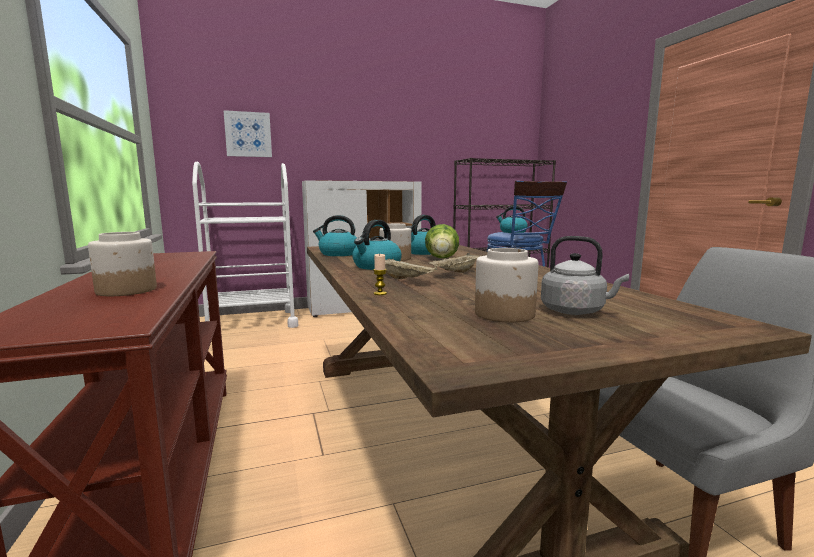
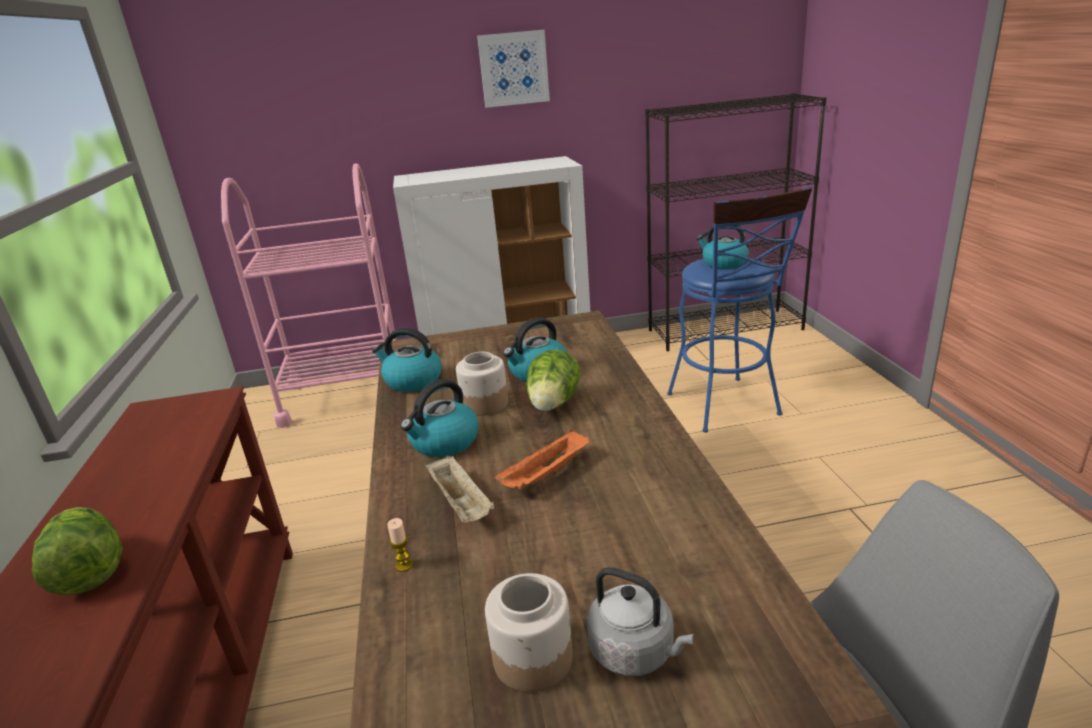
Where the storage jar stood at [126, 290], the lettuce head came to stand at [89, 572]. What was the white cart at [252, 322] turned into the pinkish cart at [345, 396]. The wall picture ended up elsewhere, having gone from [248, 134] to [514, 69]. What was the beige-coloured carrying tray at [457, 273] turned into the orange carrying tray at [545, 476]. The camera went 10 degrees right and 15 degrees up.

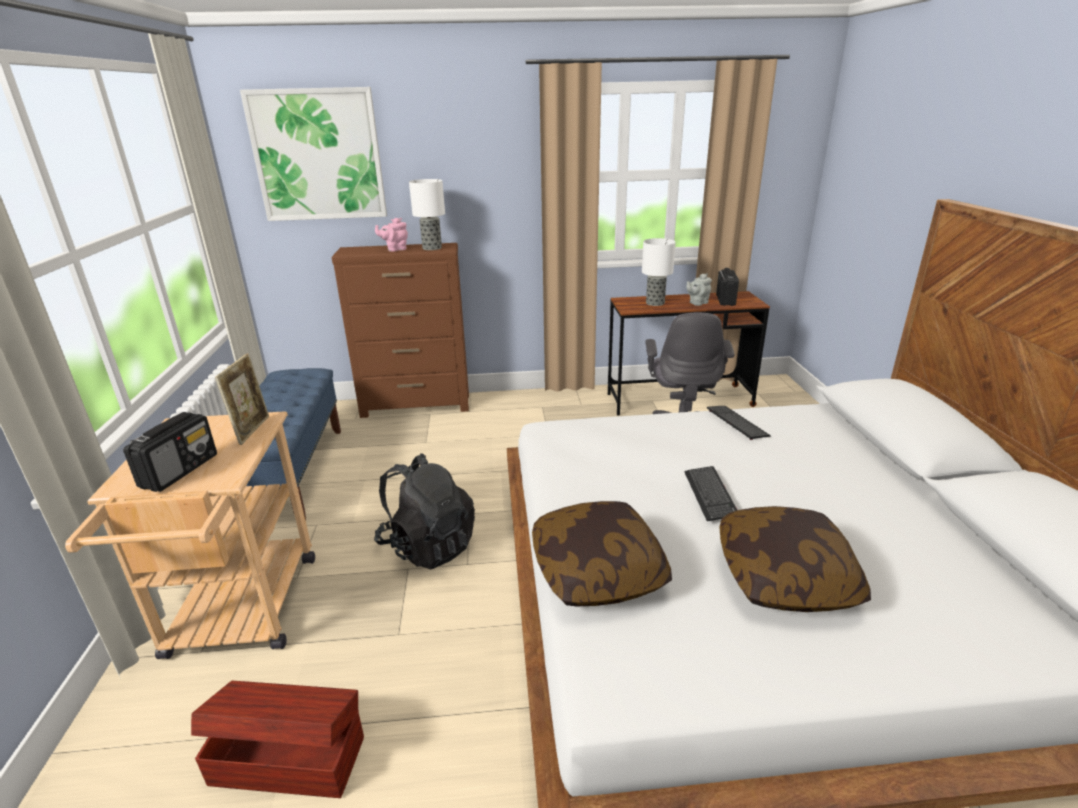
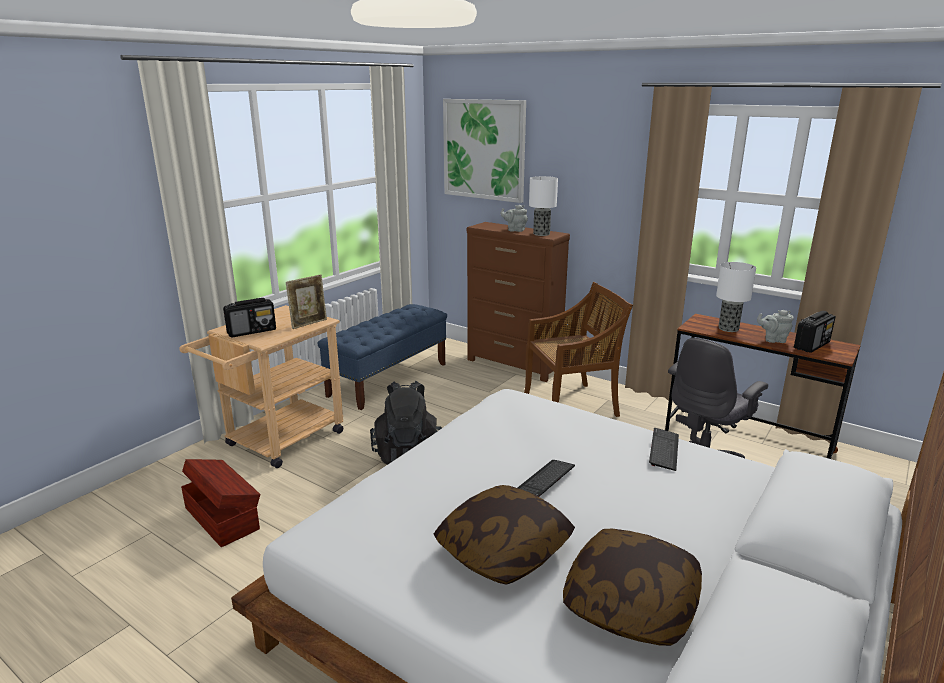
What was the pinkish teapot at [395, 249] turned into the grey teapot at [515, 230]. The second view gained the brownish upright chair at [572, 404]. The throw pillow ended up elsewhere, having gone from [598, 571] to [631, 603]. The camera went 40 degrees right and 5 degrees down.

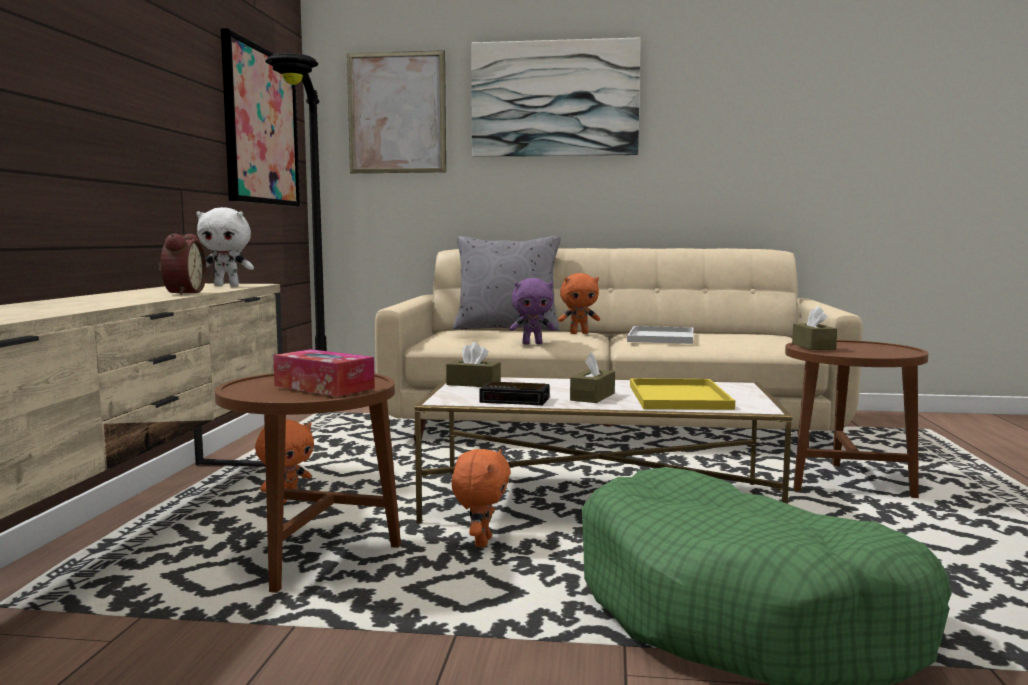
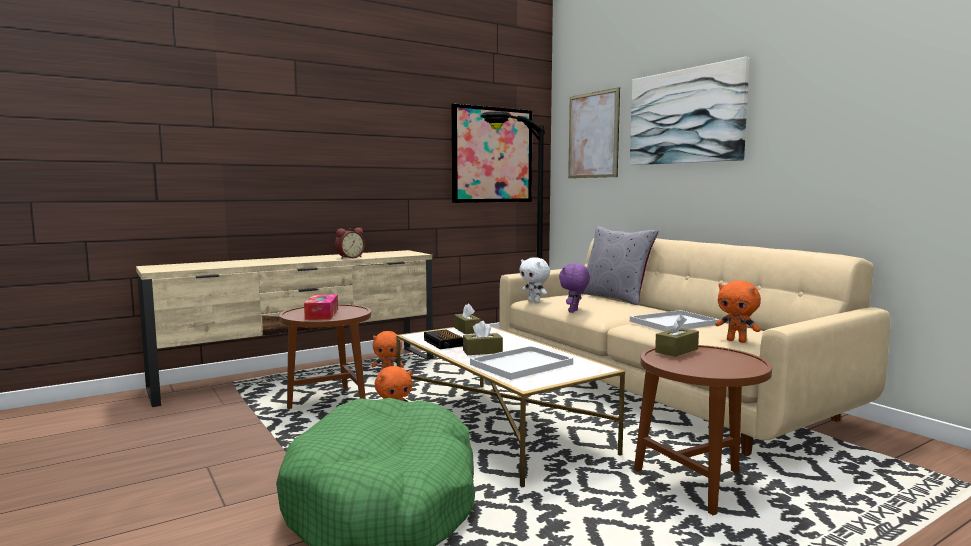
What was the yellow-coloured carrying tray at [680, 397] turned into the white carrying tray at [521, 365]. The white cuddly toy ended up elsewhere, having gone from [227, 285] to [534, 301]. The purple cuddly toy at [532, 343] ended up facing another way, 75 degrees clockwise from before. The orange cuddly toy ended up elsewhere, having gone from [579, 333] to [737, 341]. The camera went 50 degrees right and 0 degrees up.

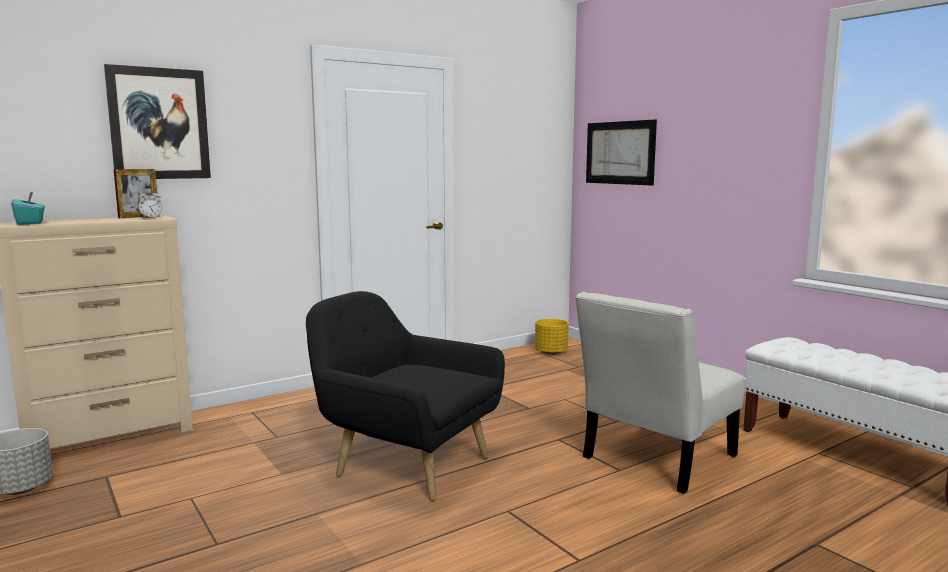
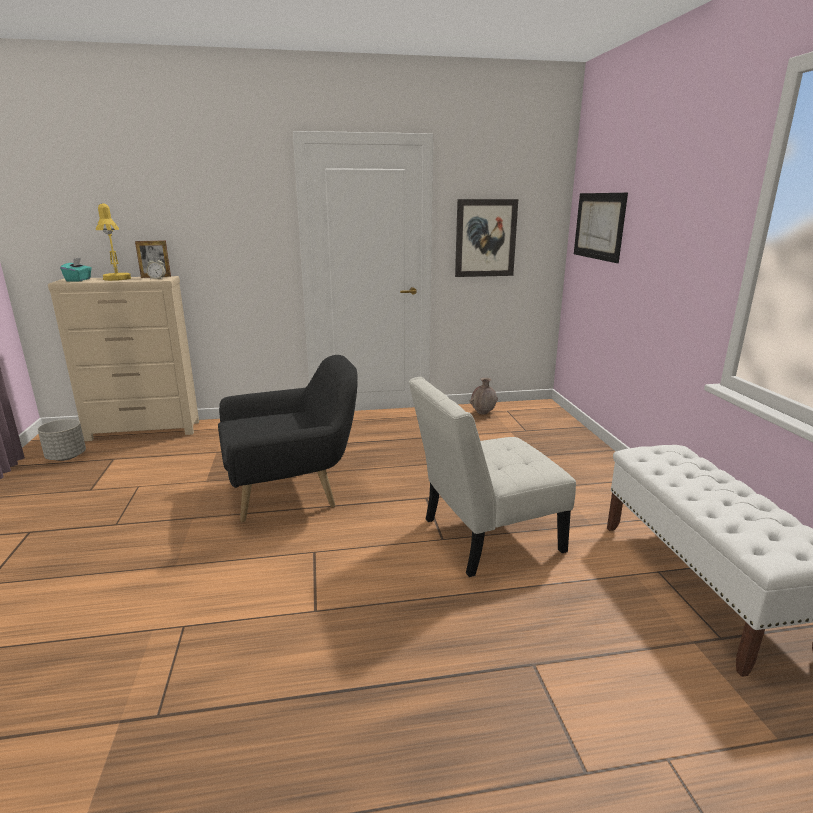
The second view gained the yellow-coloured lamp for a table at [117, 279]. The black-coloured armchair at [406, 463] ended up facing another way, 105 degrees clockwise from before. The wall picture ended up elsewhere, having gone from [159, 124] to [485, 238]. The second view gained the brownish decorative vase at [483, 413]. The second view lost the yellow-coloured planter at [551, 352]. The camera went 25 degrees right and 10 degrees up.

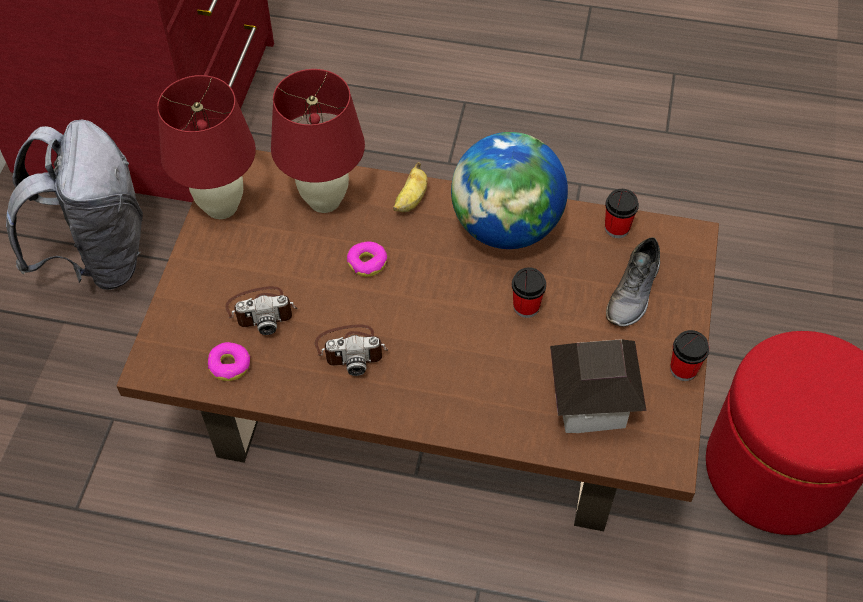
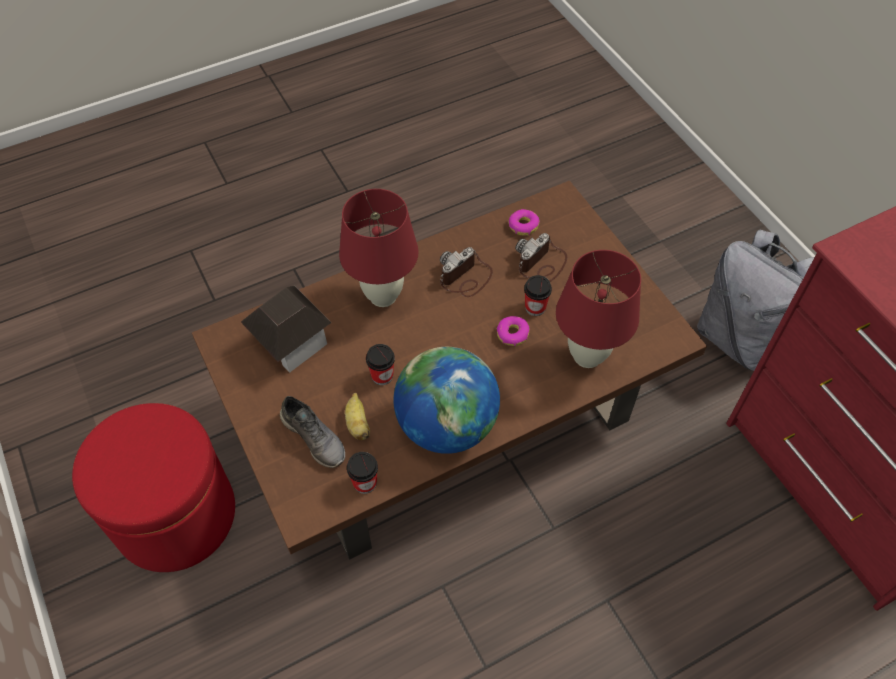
The grey item of footwear at [634, 293] ended up facing another way, 150 degrees clockwise from before. The red-coloured lamp for a table ended up elsewhere, having gone from [221, 207] to [383, 296]. The banana ended up elsewhere, having gone from [411, 200] to [357, 424]. The cup ended up elsewhere, having gone from [683, 369] to [535, 307]. The camera went 140 degrees right and 0 degrees up.

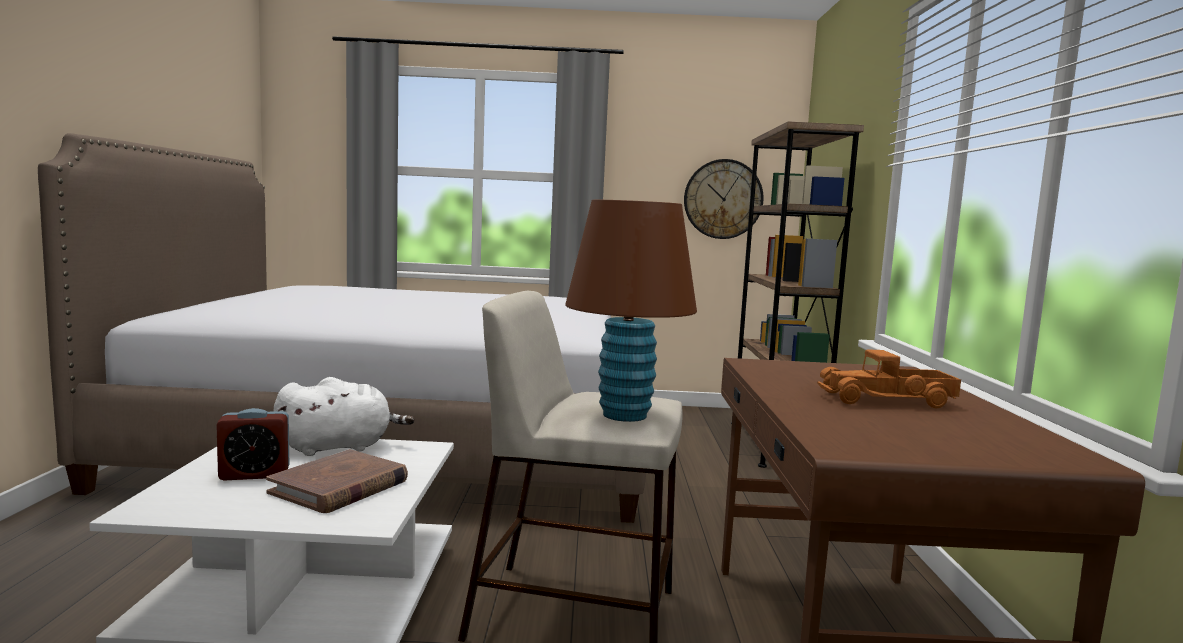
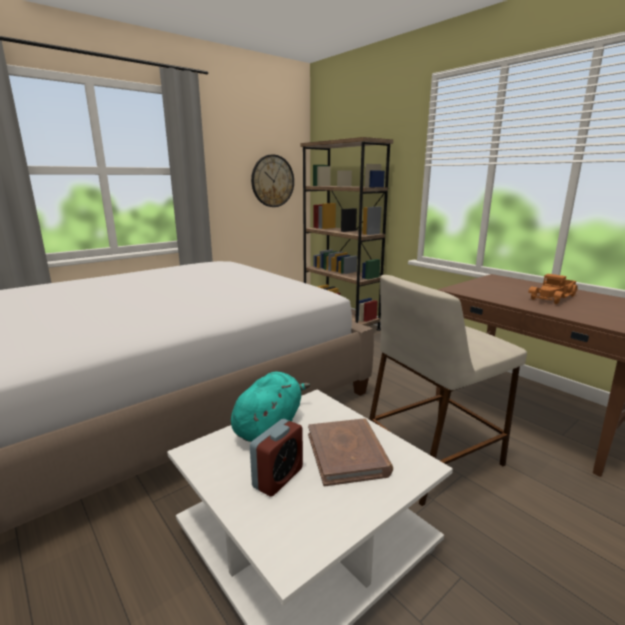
What was the white cuddly toy at [340, 447] turned into the blue-green cuddly toy at [269, 425]. The second view lost the brownish lamp for a table at [624, 415]. The camera went 40 degrees left and 10 degrees up.

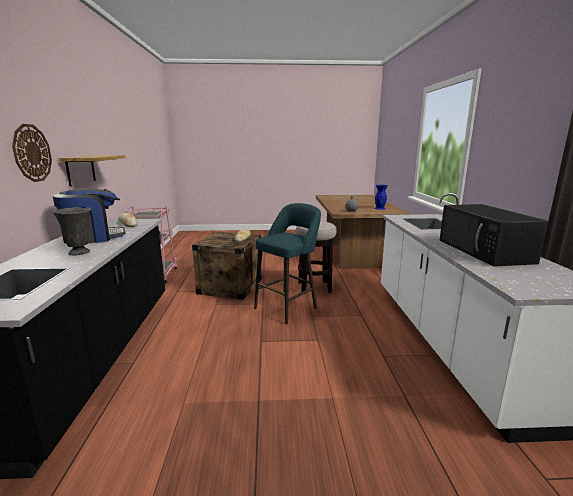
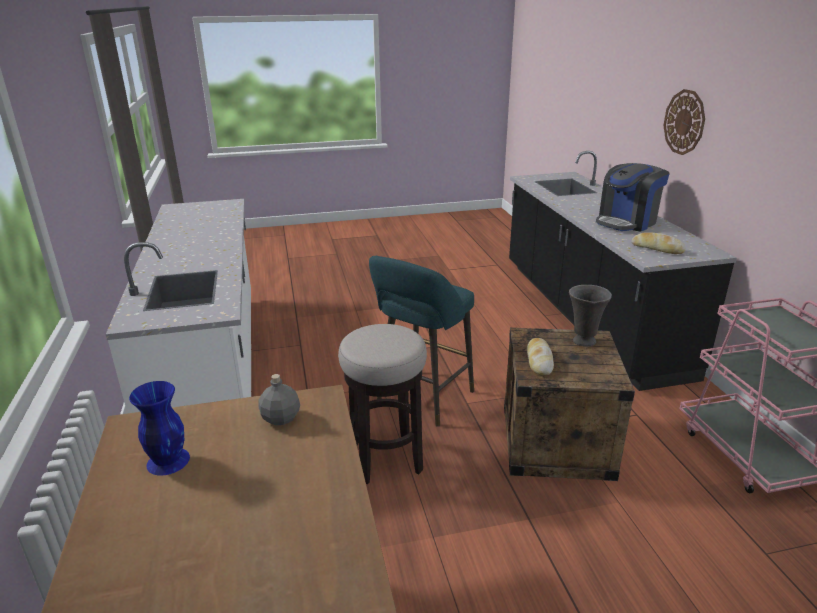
The grey decorative vase ended up elsewhere, having gone from [80, 253] to [583, 341]. The second view lost the bracket shelf at [80, 170]. The second view lost the black-coloured kitchen microwave at [485, 251]. The camera went 170 degrees right and 10 degrees up.

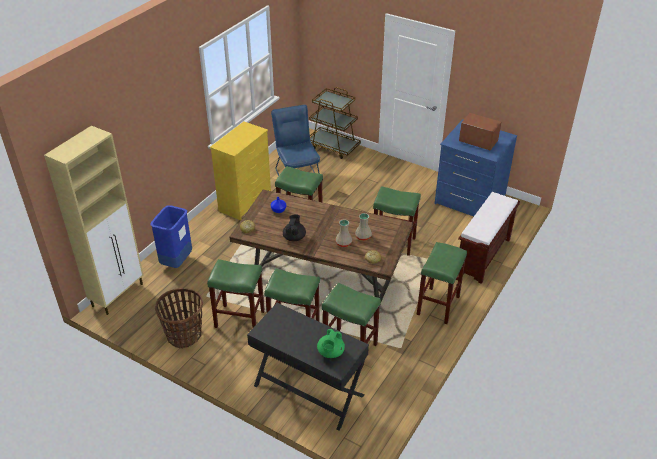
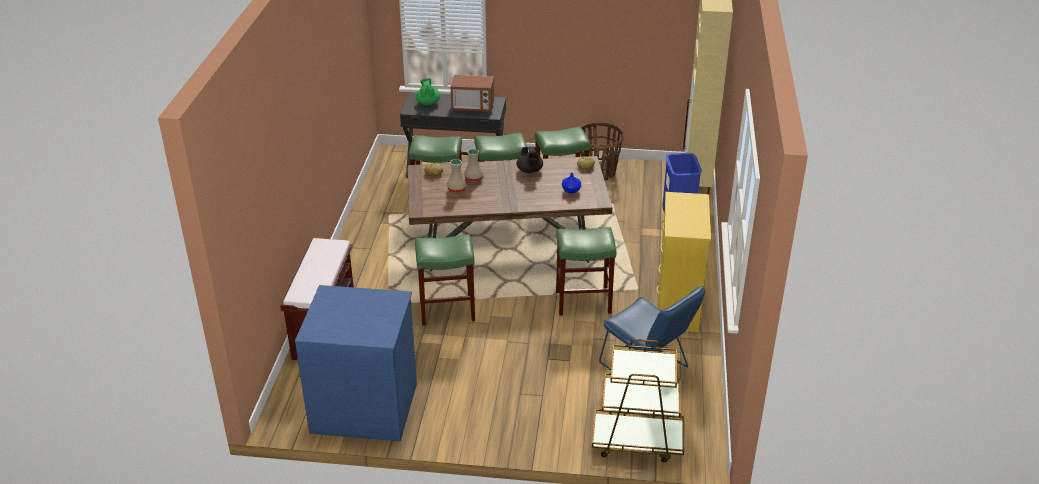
The kitchen microwave ended up elsewhere, having gone from [478, 142] to [473, 107]. The second view lost the green-coloured stool seat at [438, 306]. The camera went 155 degrees right and 5 degrees down.

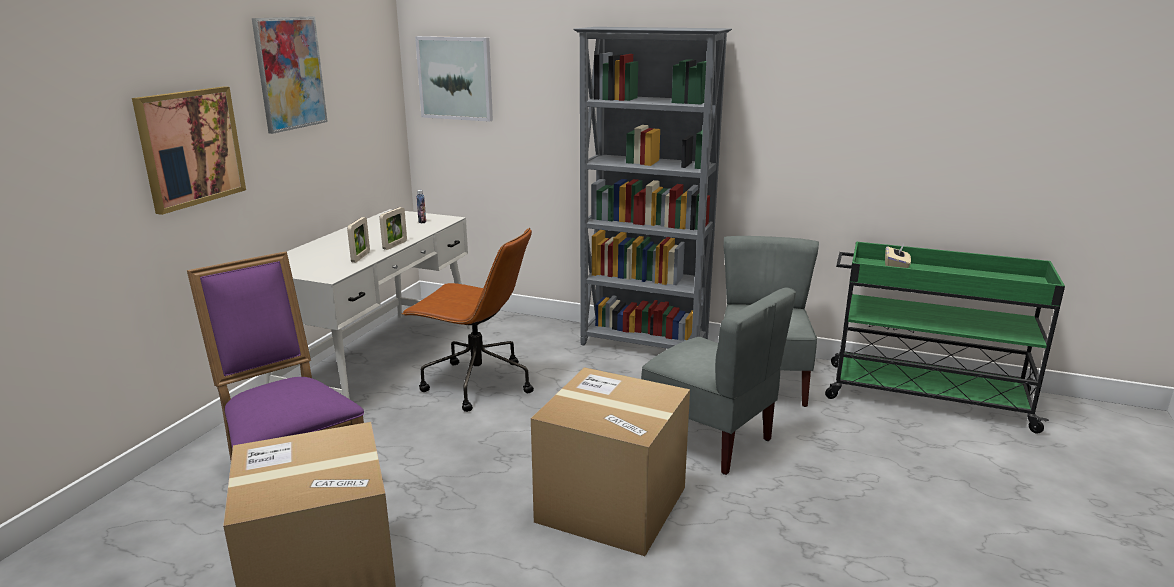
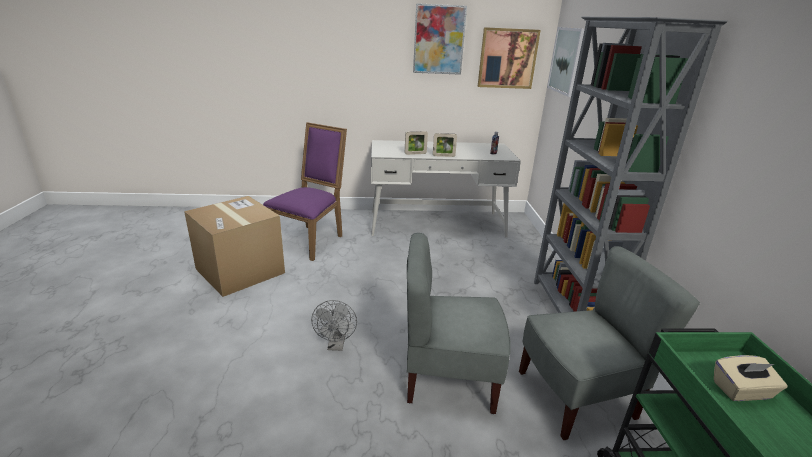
Where the cardboard box stood at [611, 504], the grey fan came to stand at [336, 345]. The grey upright chair at [709, 440] ended up facing another way, 75 degrees clockwise from before. The wall picture ended up elsewhere, having gone from [190, 147] to [507, 58]. The second view lost the brownish office chair at [476, 384]. The camera went 65 degrees right and 5 degrees up.

